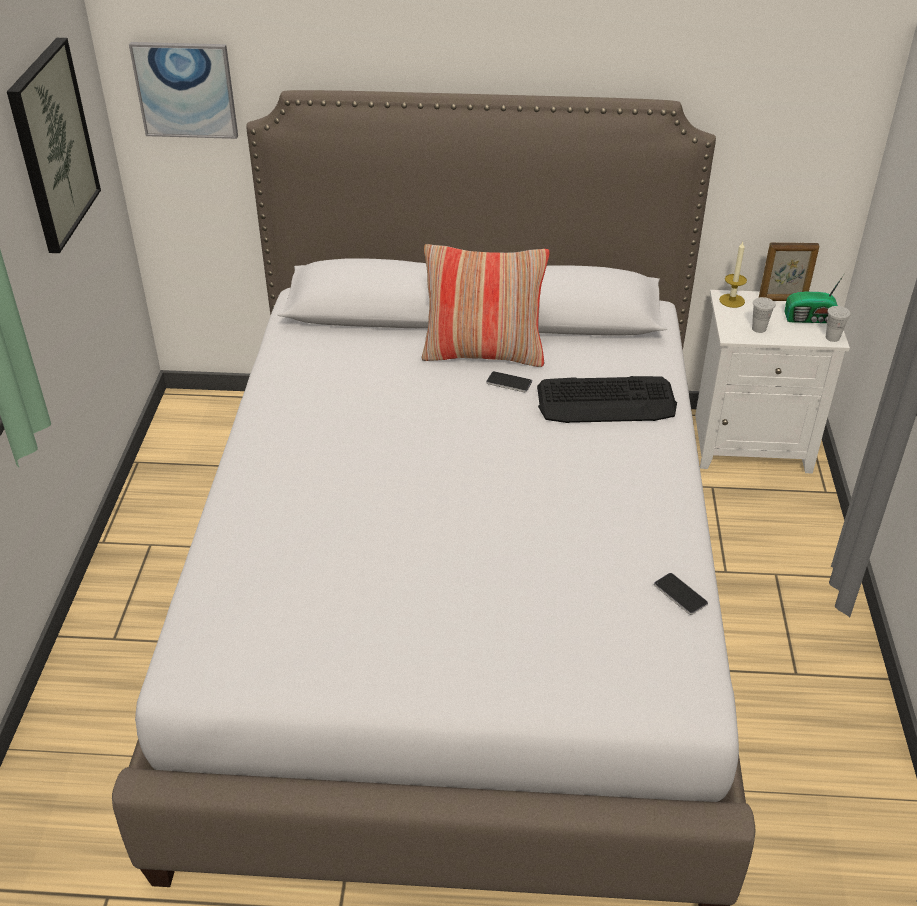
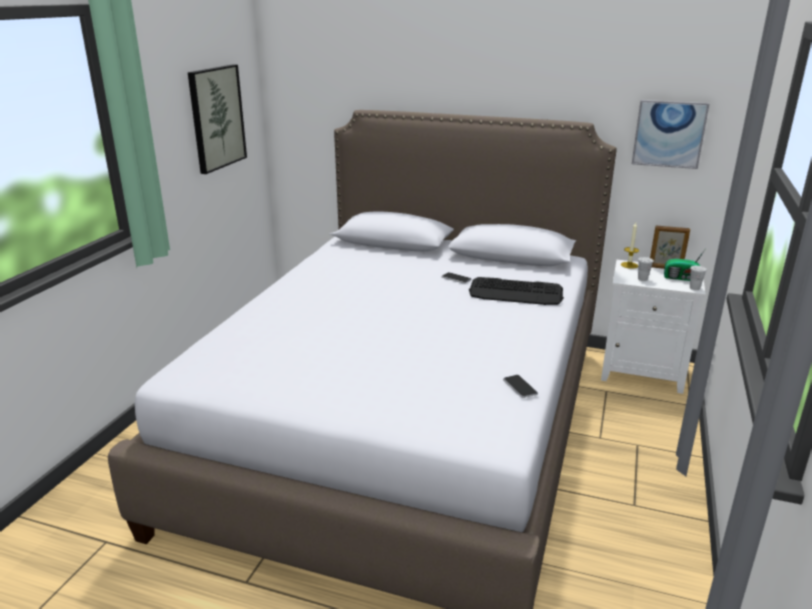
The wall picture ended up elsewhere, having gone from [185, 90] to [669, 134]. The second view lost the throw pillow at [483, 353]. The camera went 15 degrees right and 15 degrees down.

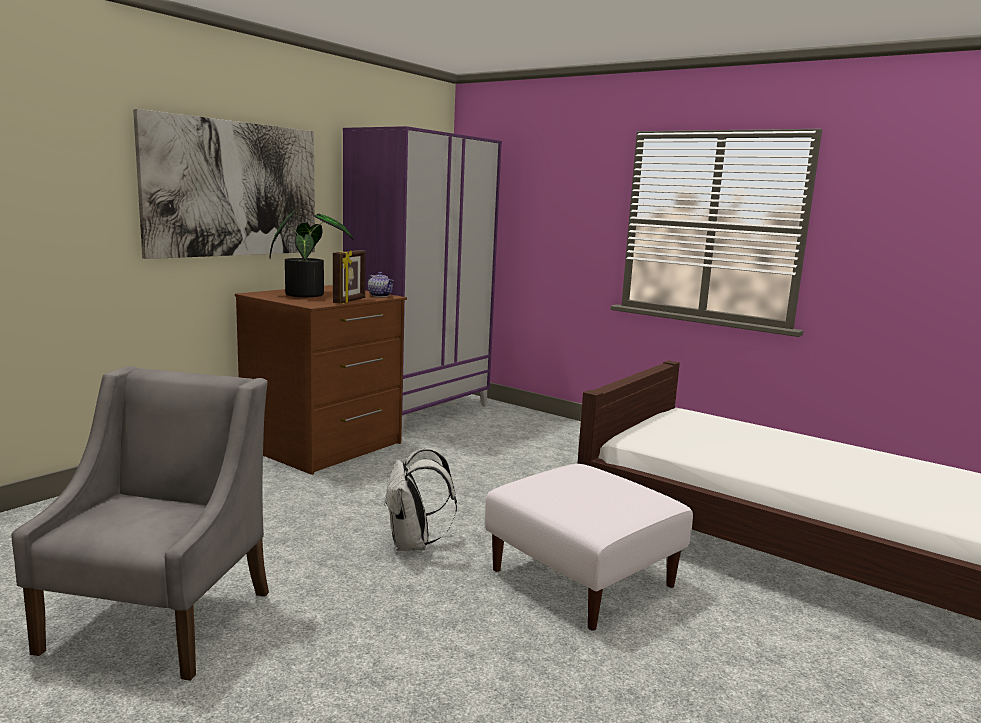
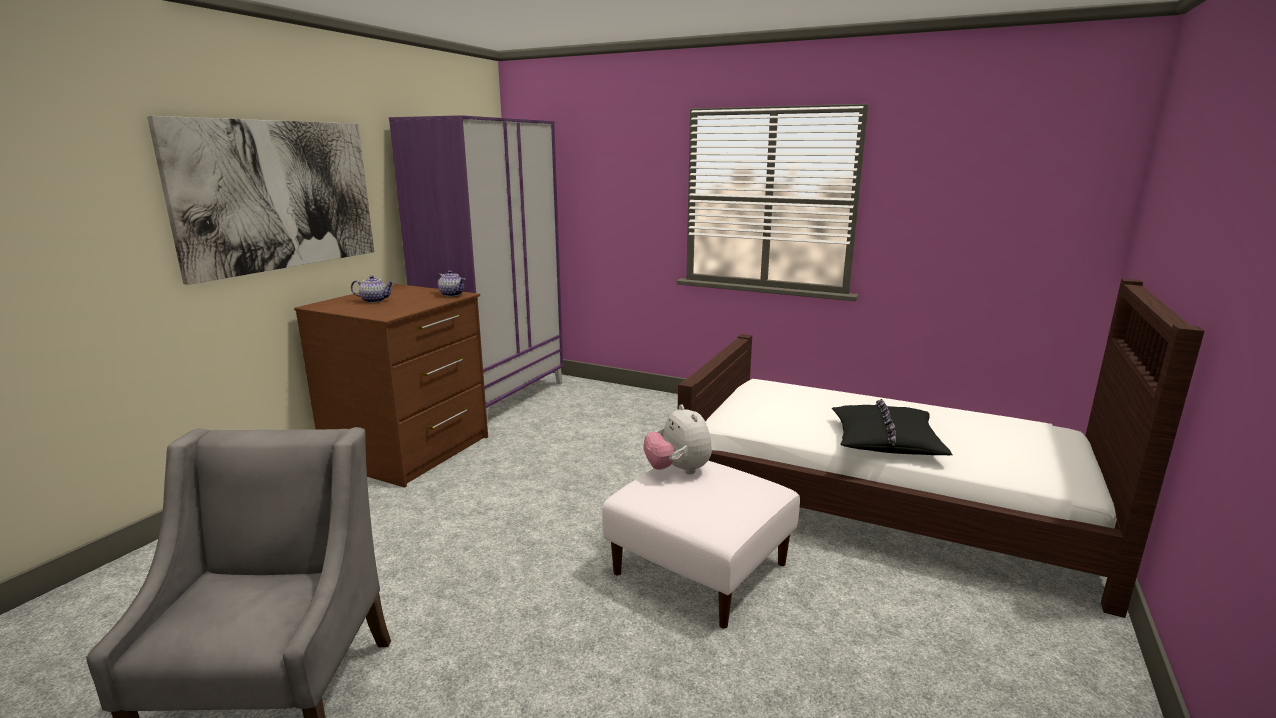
Where the potted plant stood at [307, 294], the teapot came to stand at [375, 300]. The second view gained the cuddly toy at [678, 470]. The second view gained the black-coloured throw pillow at [885, 441]. The second view lost the picture frame at [350, 301]. The second view lost the white backpack at [413, 544]. The camera went 10 degrees left and 5 degrees up.

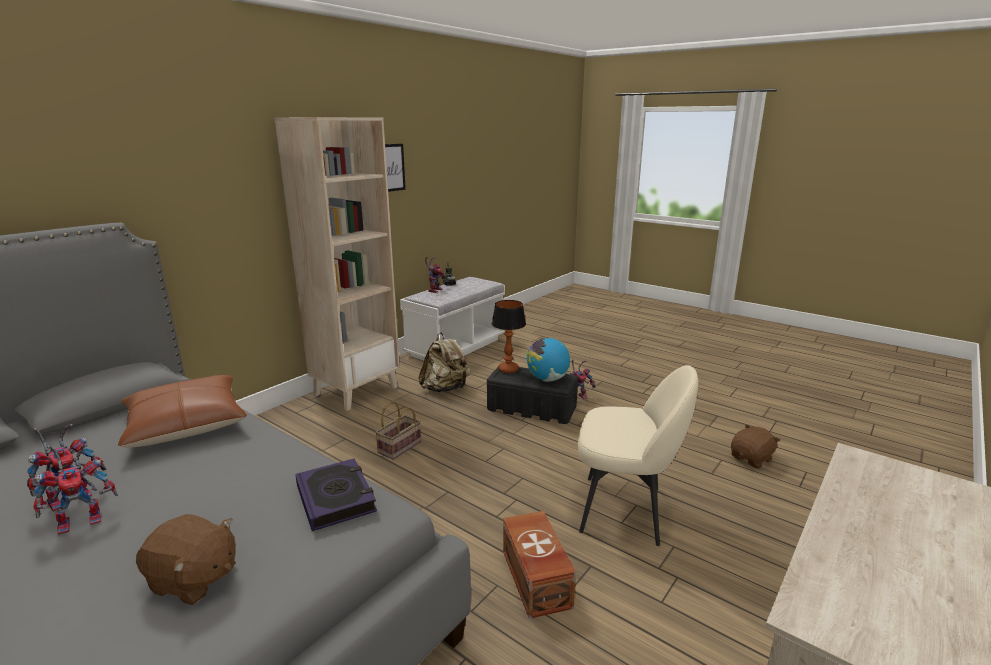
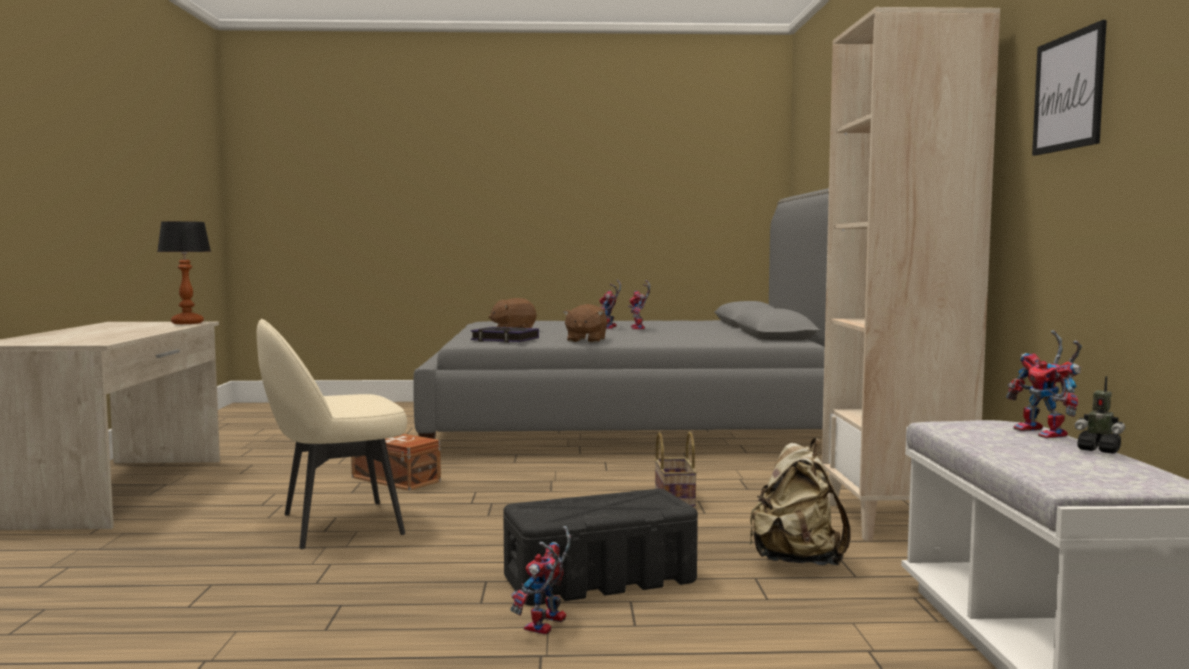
The lamp for a table ended up elsewhere, having gone from [508, 369] to [187, 323]. The brownish cuddly toy ended up elsewhere, having gone from [751, 459] to [585, 340]. The second view lost the brownish throw pillow at [186, 424]. The second view lost the world globe at [547, 379]. The camera went 140 degrees right and 15 degrees down.

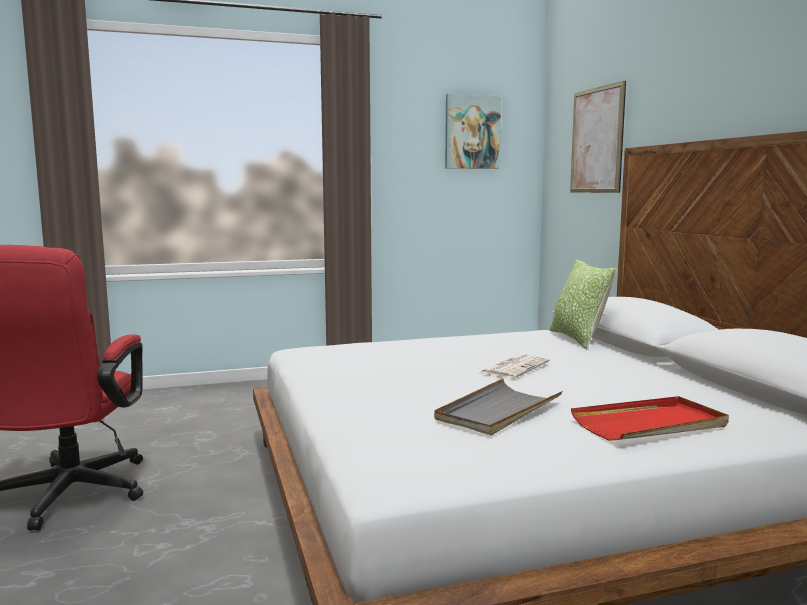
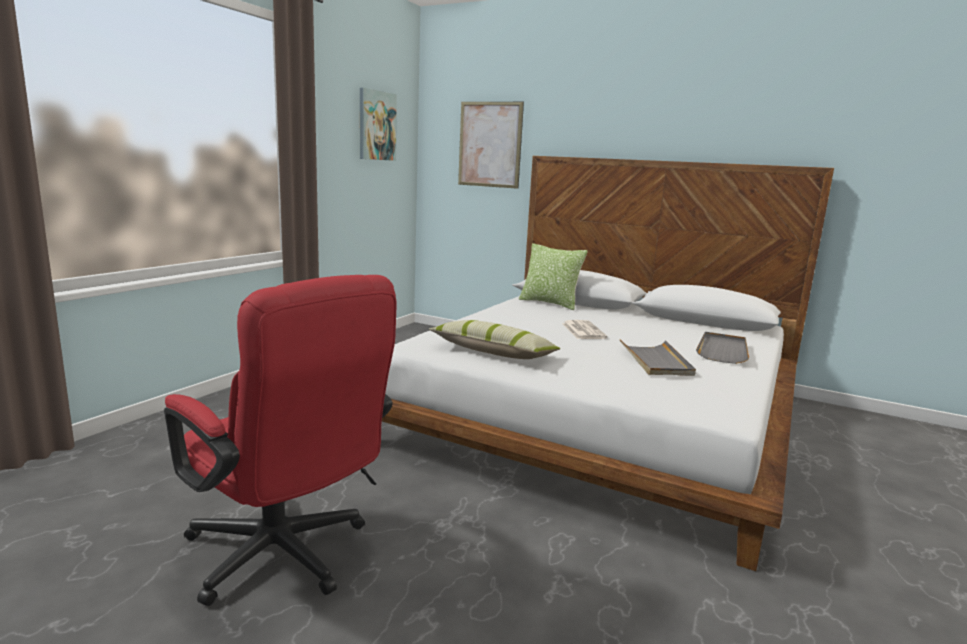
The second view gained the throw pillow at [493, 353]. What was the red-coloured carrying tray at [650, 424] turned into the grey carrying tray at [722, 350]. The camera went 45 degrees left and 5 degrees up.

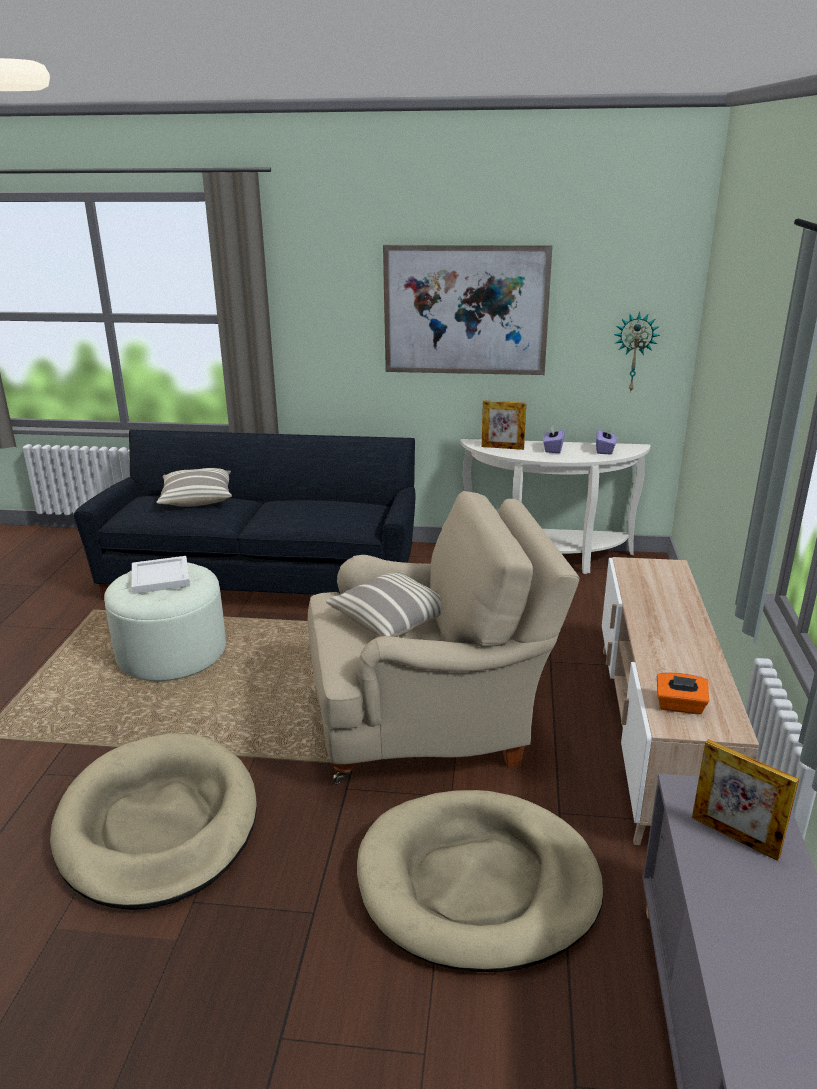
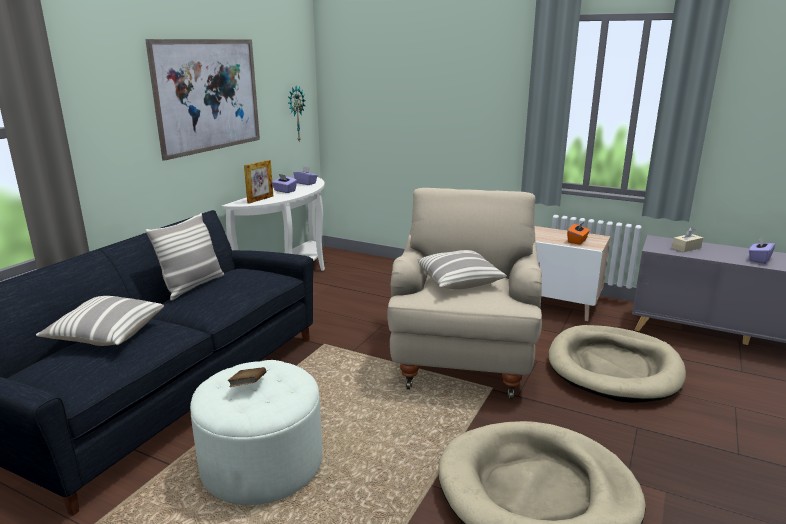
The second view gained the throw pillow at [192, 286]. Where the white carrying tray stood at [160, 578], the brownish book came to stand at [248, 386]. Where the picture frame stood at [734, 836], the beige-coloured box of tissues came to stand at [686, 248]. The second view gained the purple box of tissues at [759, 259]. The camera went 70 degrees left and 5 degrees down.

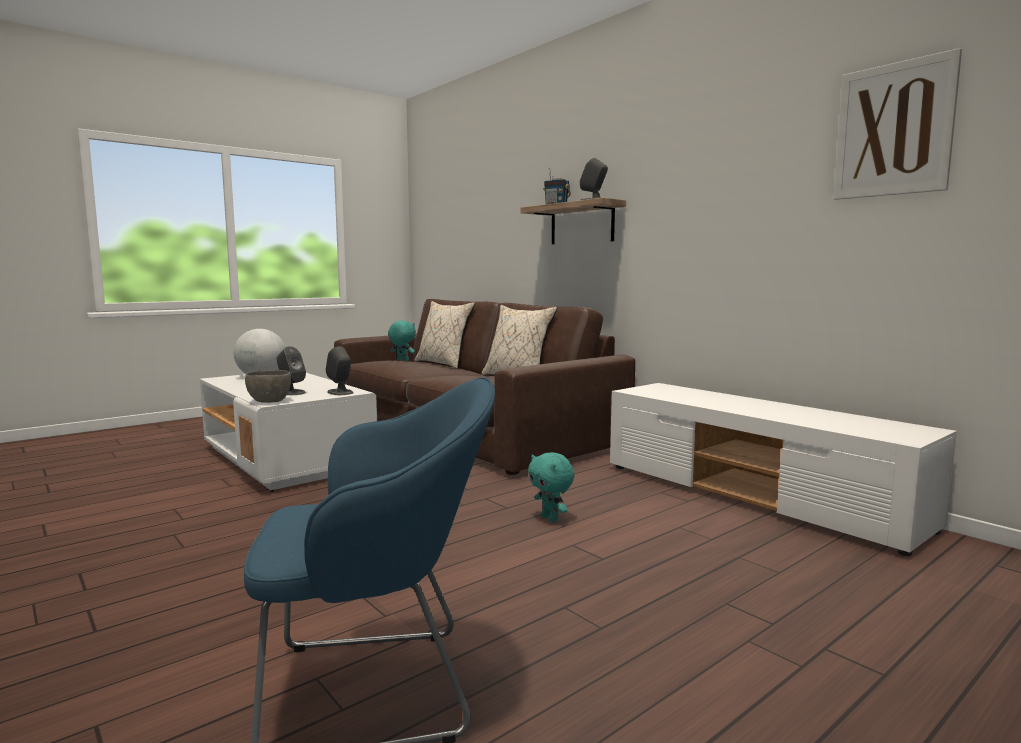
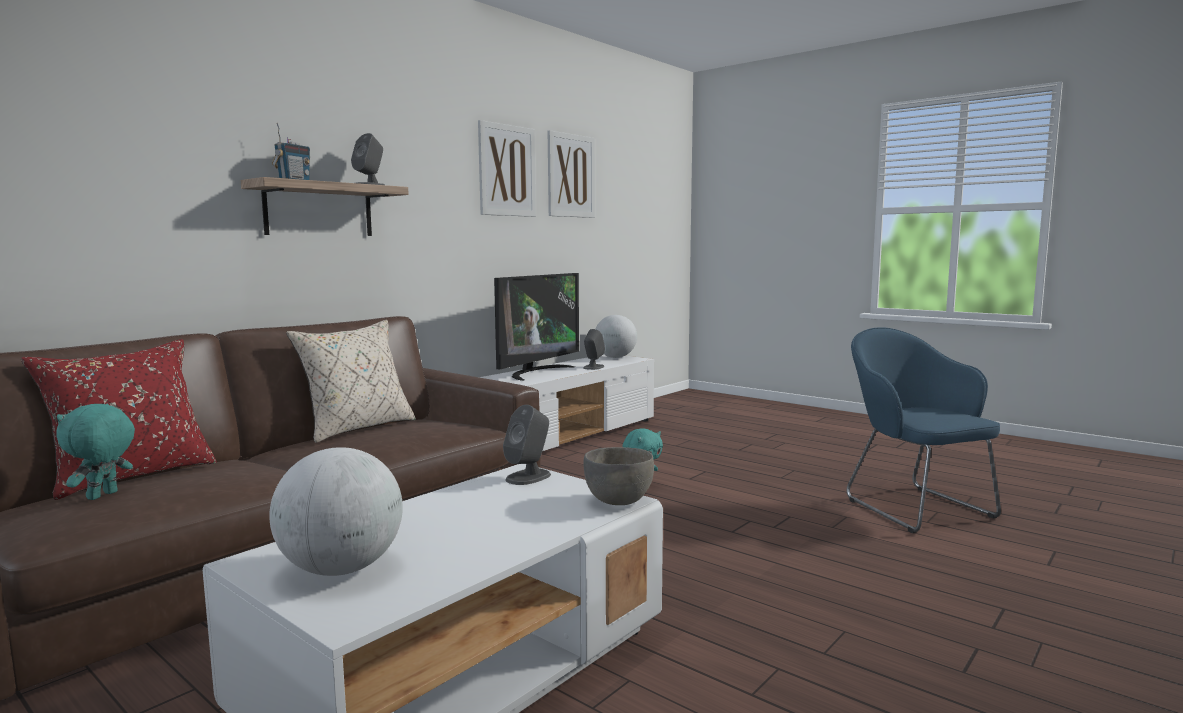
What was the beige-coloured throw pillow at [444, 364] turned into the red-coloured throw pillow at [131, 476]. The second view gained the wall picture at [507, 170]. The second view gained the TV set at [536, 372]. The grey speaker ended up elsewhere, having gone from [291, 392] to [593, 367]. The second view gained the world globe at [615, 357]. The camera went 100 degrees left and 0 degrees up.

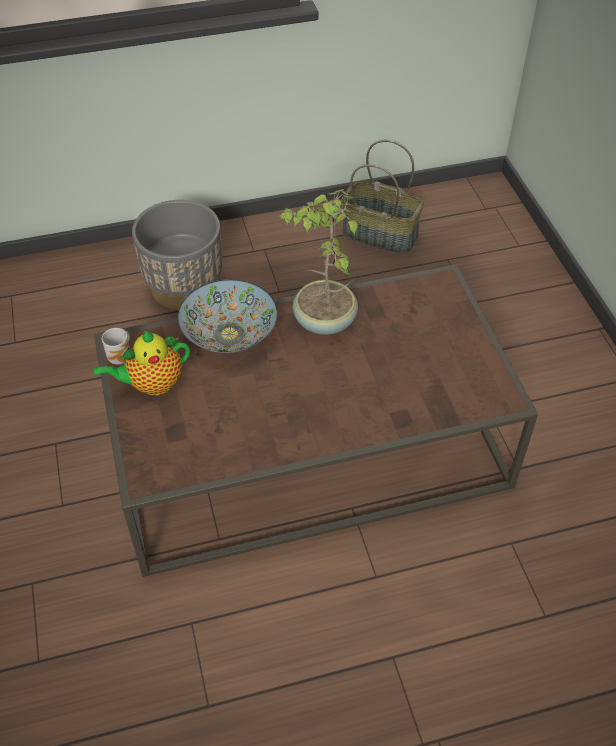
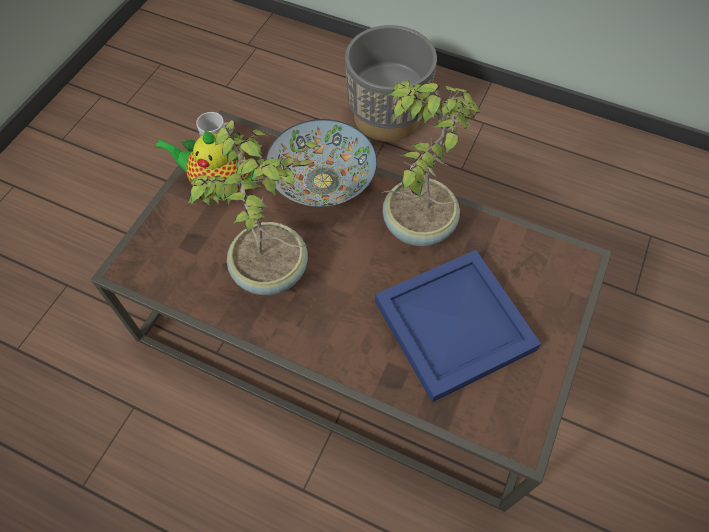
The second view gained the potted plant at [272, 272]. The second view gained the bluish carrying tray at [453, 328]. The second view lost the basket at [381, 234]. The camera went 40 degrees right and 10 degrees up.

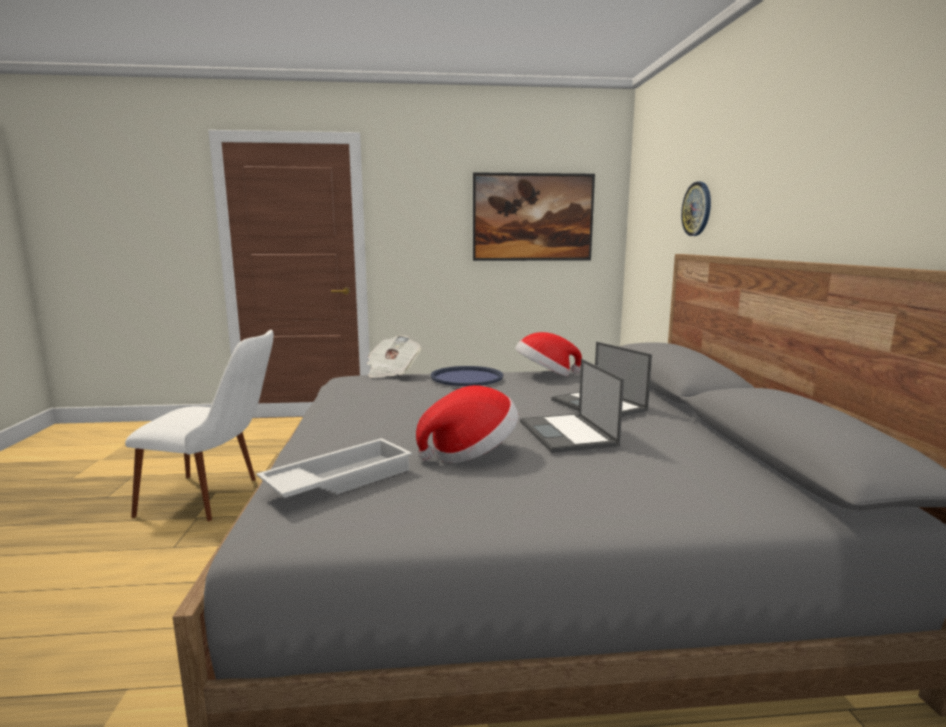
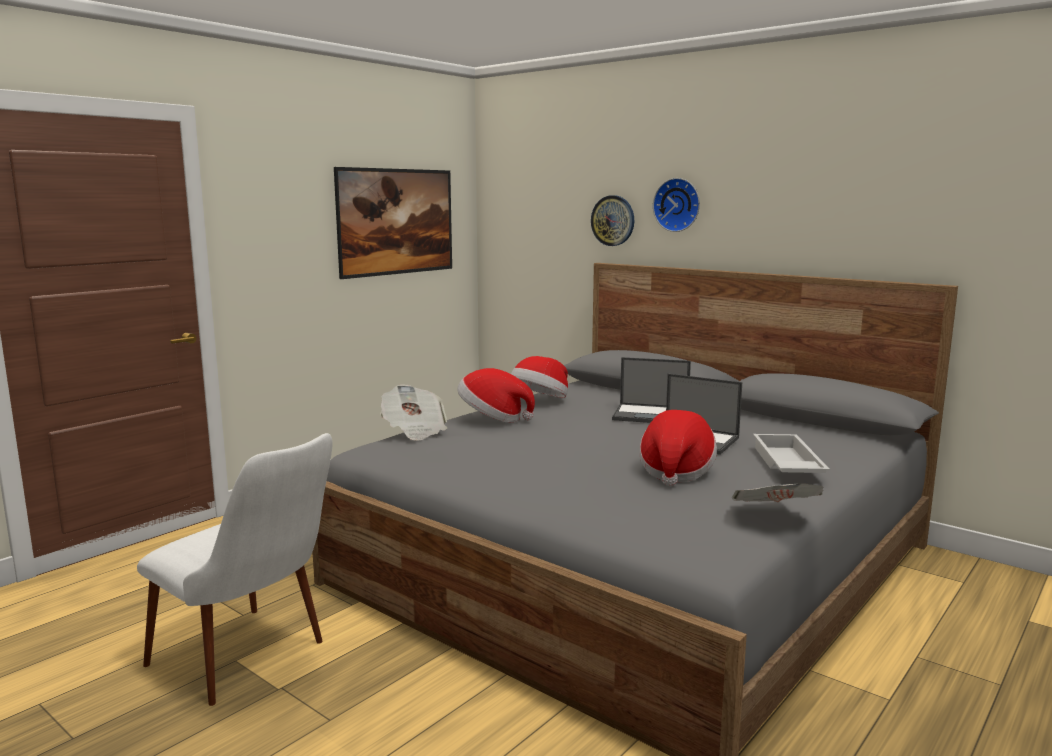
The white upright chair at [217, 497] ended up facing another way, 75 degrees clockwise from before. Where the bluish carrying tray stood at [467, 377], the hat came to stand at [493, 418]. The second view gained the clock on the wall at [678, 205]. The second view gained the printed paper at [774, 517]. The white carrying tray ended up elsewhere, having gone from [339, 479] to [785, 464]. The camera went 45 degrees left and 0 degrees up.

